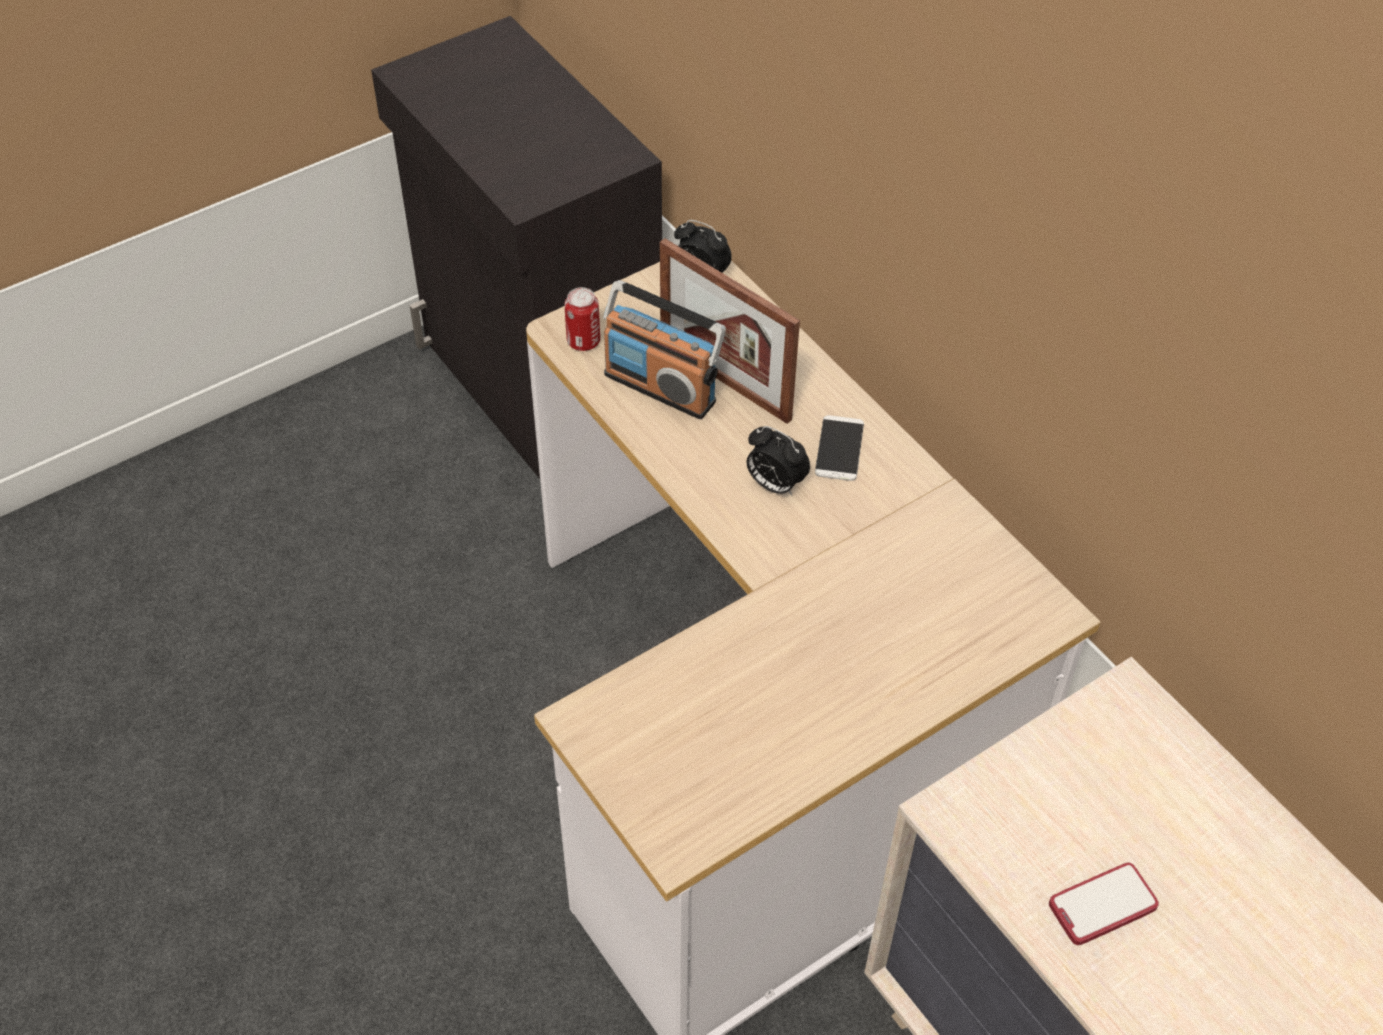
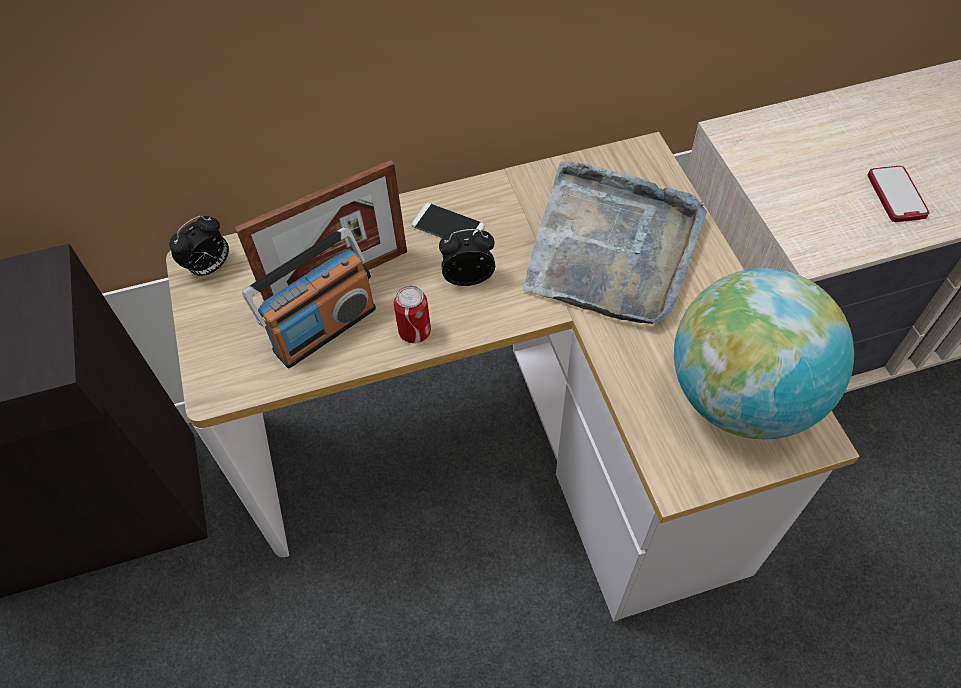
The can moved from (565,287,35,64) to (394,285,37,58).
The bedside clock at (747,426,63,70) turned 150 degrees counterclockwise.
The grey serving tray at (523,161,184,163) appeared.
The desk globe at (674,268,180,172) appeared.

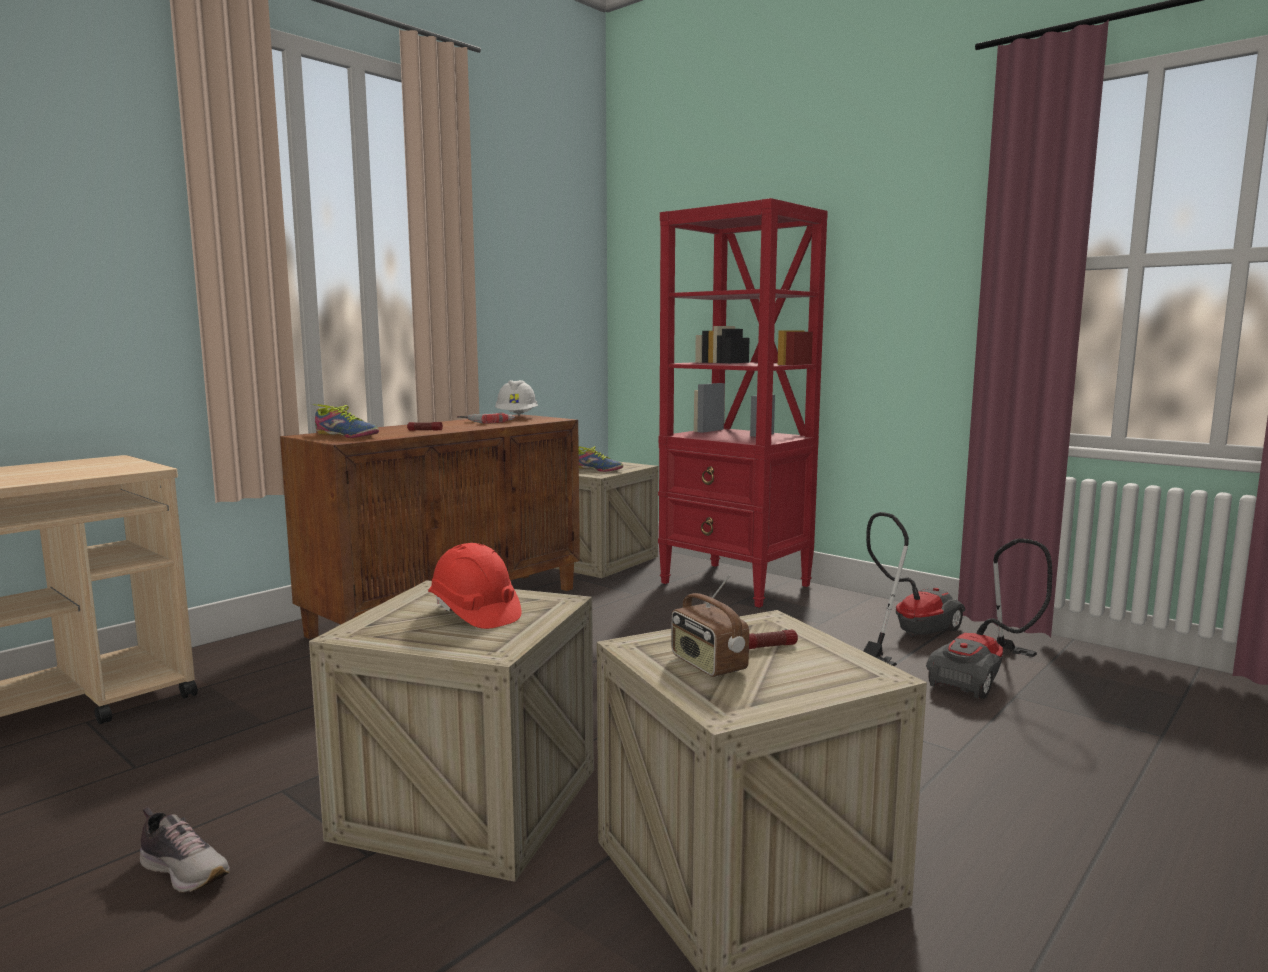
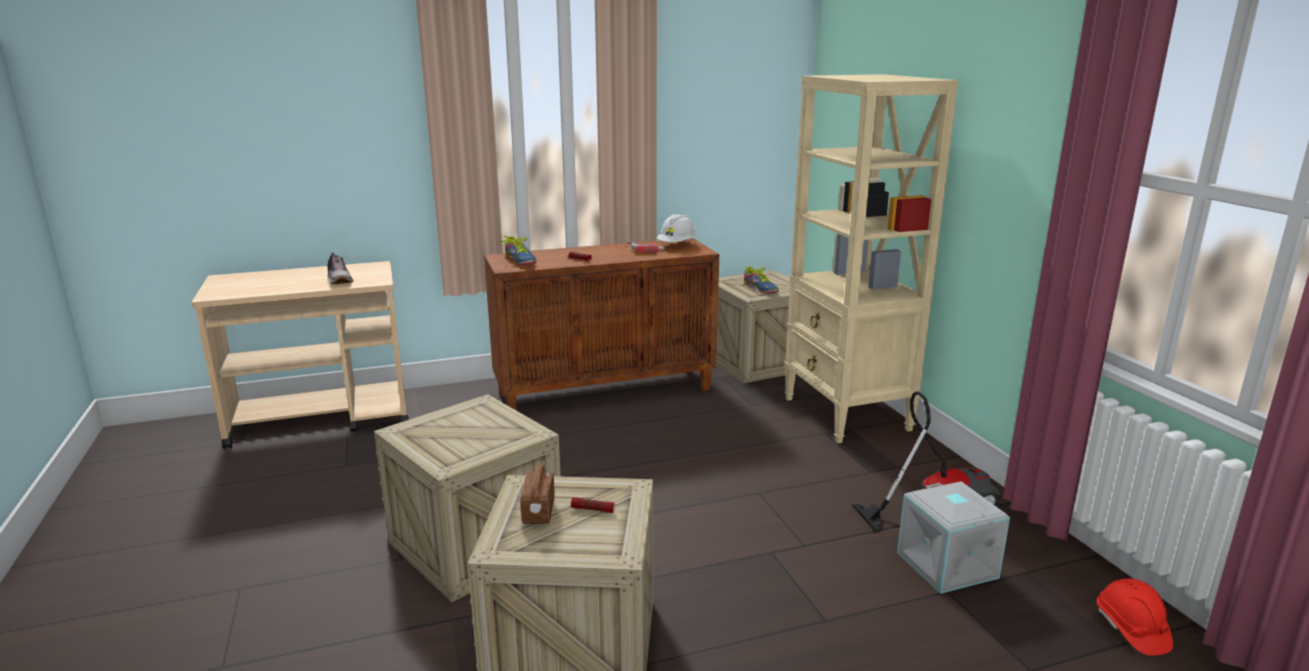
The red-coloured bookcase at (658,198,170,410) became the beige bookcase at (784,74,174,369).
The vacuum at (926,538,126,161) was replaced by the grey storage box at (897,481,113,113).
The red-coloured safety helmet moved from (428,543,94,86) to (1097,578,76,78).
The low shoe moved from (140,807,90,86) to (327,253,26,31).

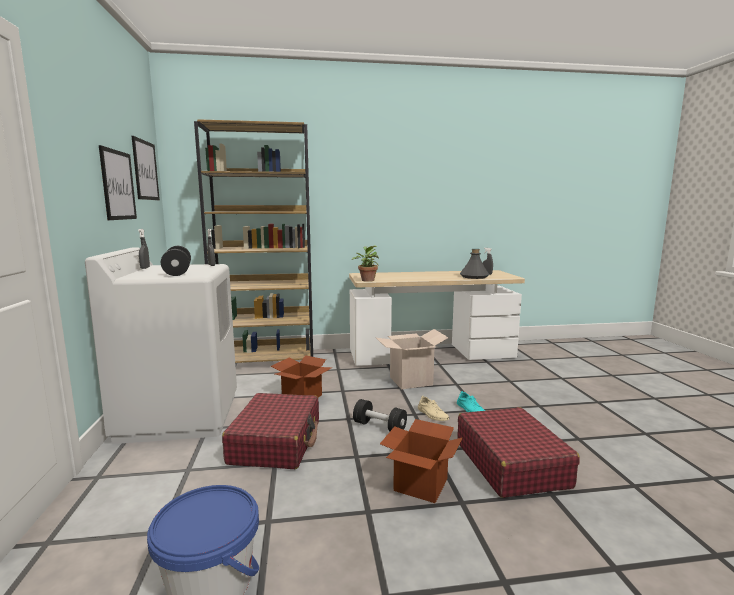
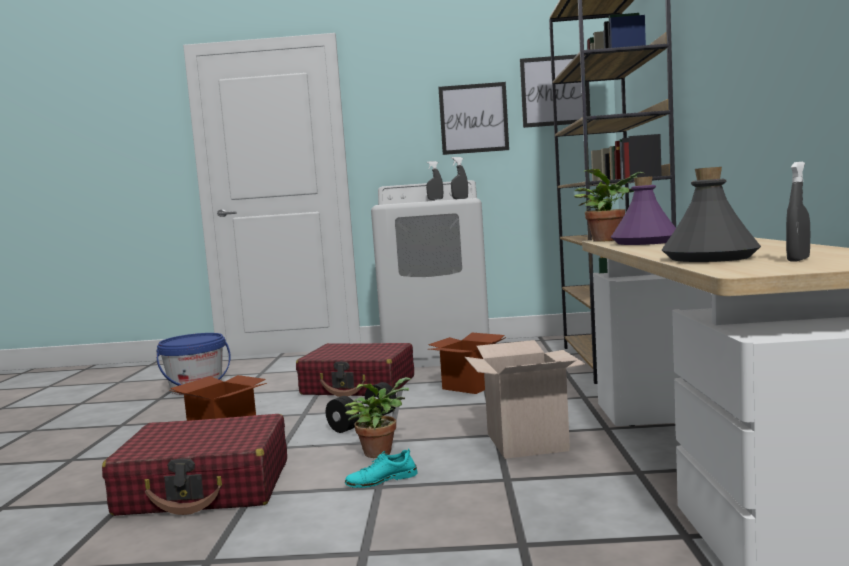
The blackish free weight at (161,246,30,30) disappeared.
The beige low shoe at (418,395,31,26) was replaced by the plant in a pot at (345,377,66,81).
The purple-coloured drink bottle at (611,176,65,69) appeared.

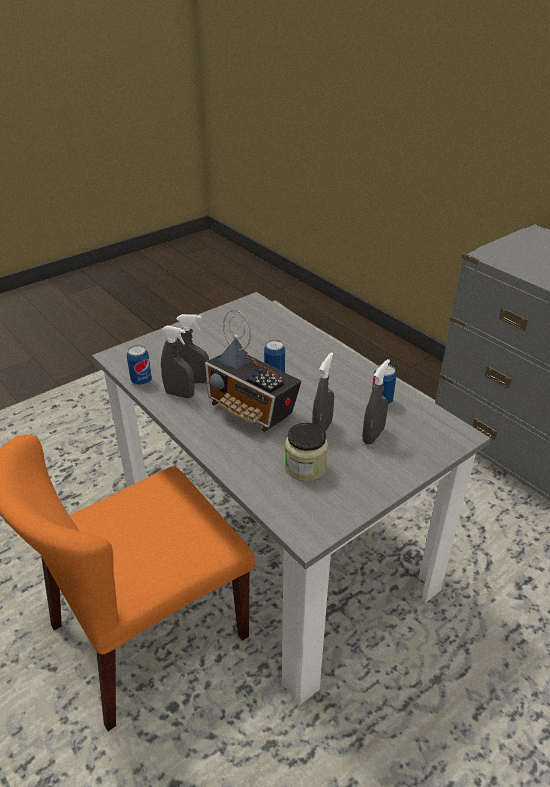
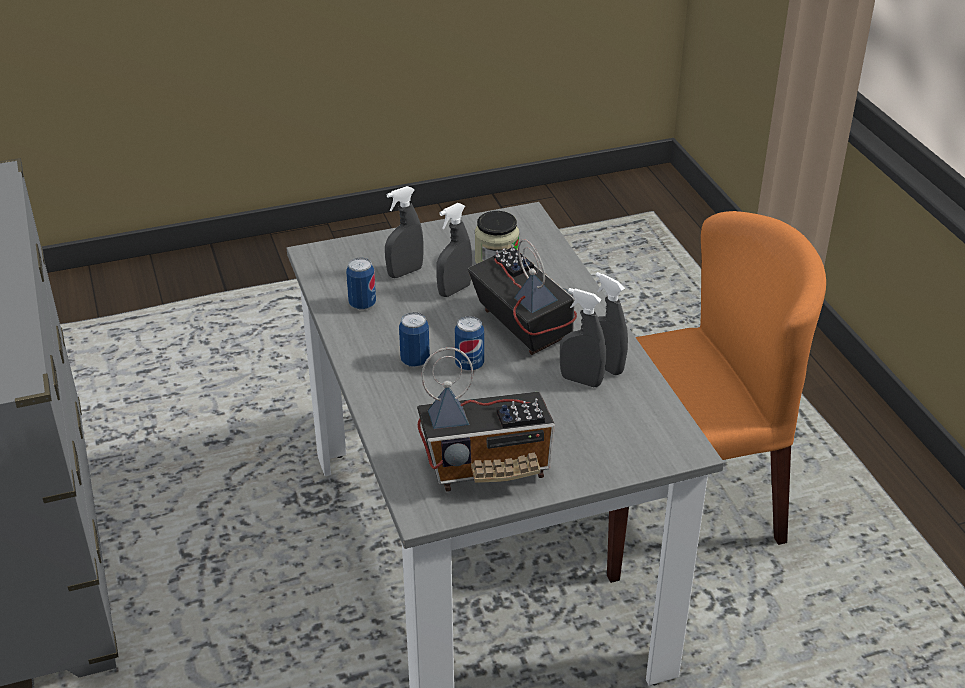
The can moved from (127,345,25,41) to (399,312,31,55).
The radio receiver at (417,347,138,145) appeared.

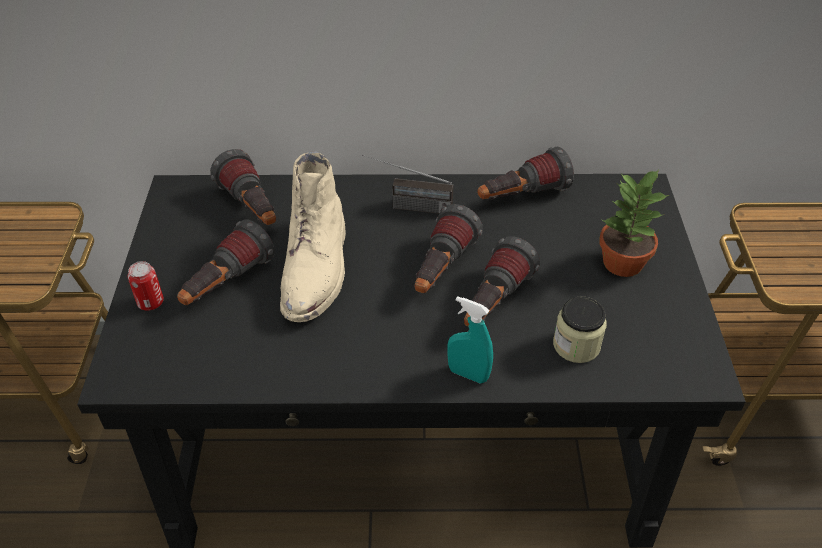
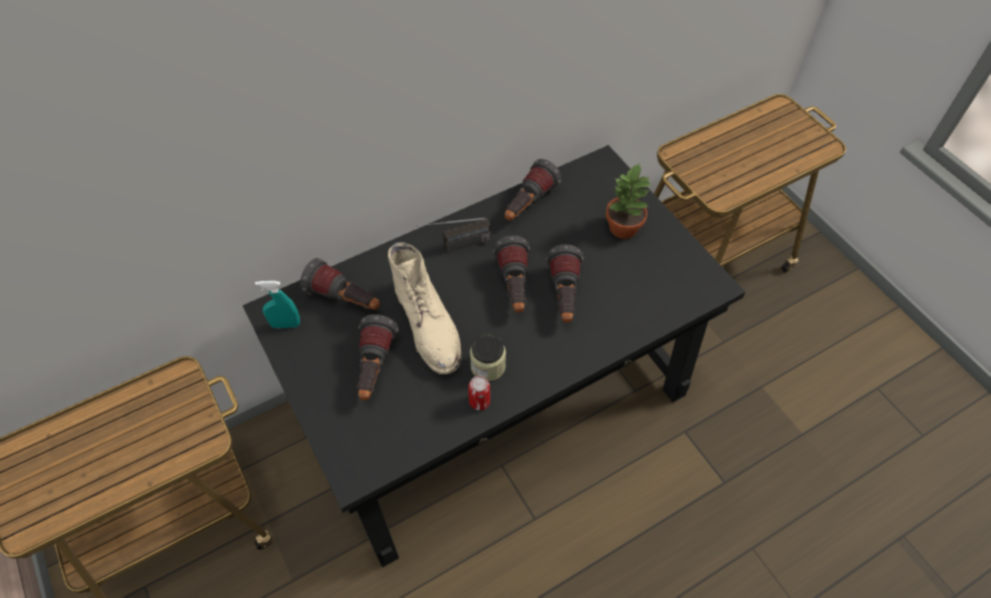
The can moved from (128,261,36,50) to (468,376,22,34).
The turquoise hand sprayer moved from (448,296,45,87) to (255,281,45,47).
The jar moved from (553,296,54,67) to (470,334,36,47).

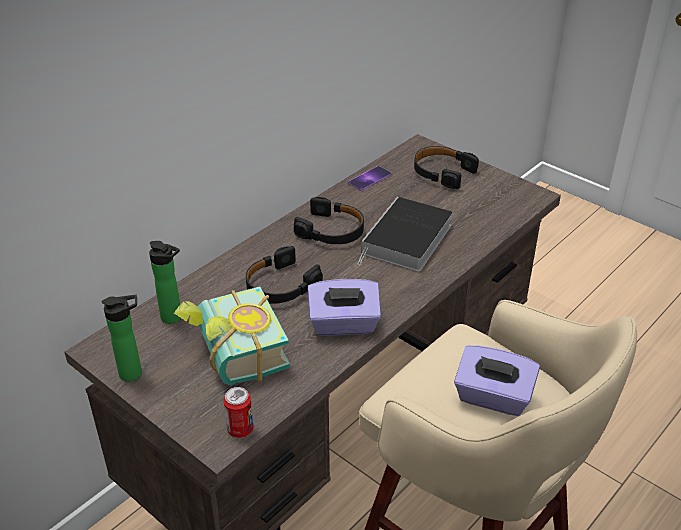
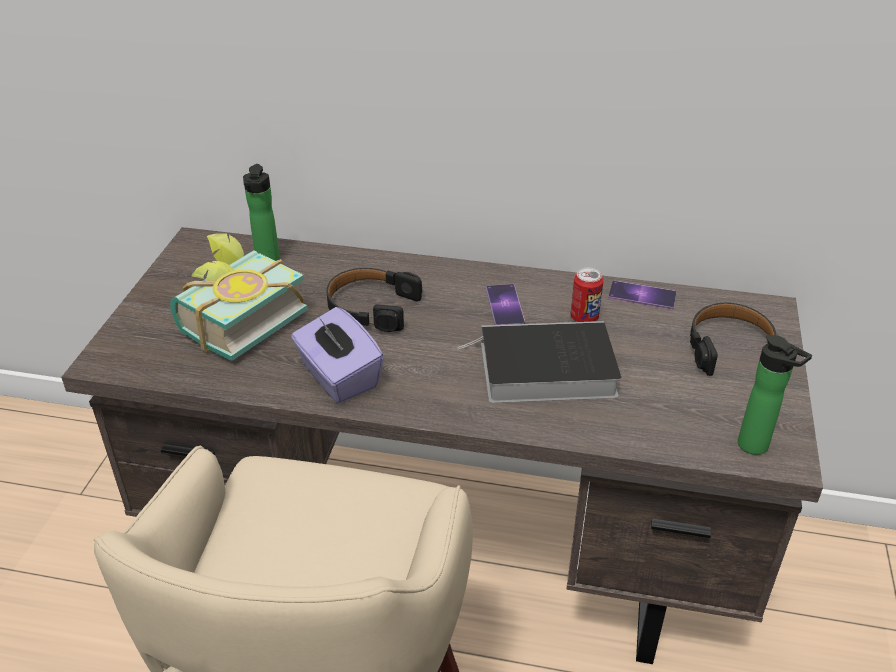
The blackish pair of headphones at (294,197,70,47) was replaced by the phone at (486,284,39,41).
The drink bottle moved from (102,295,40,87) to (738,335,74,120).
The purple-coloured box of tissues at (454,346,86,70) disappeared.
The can moved from (223,387,30,51) to (570,268,34,54).

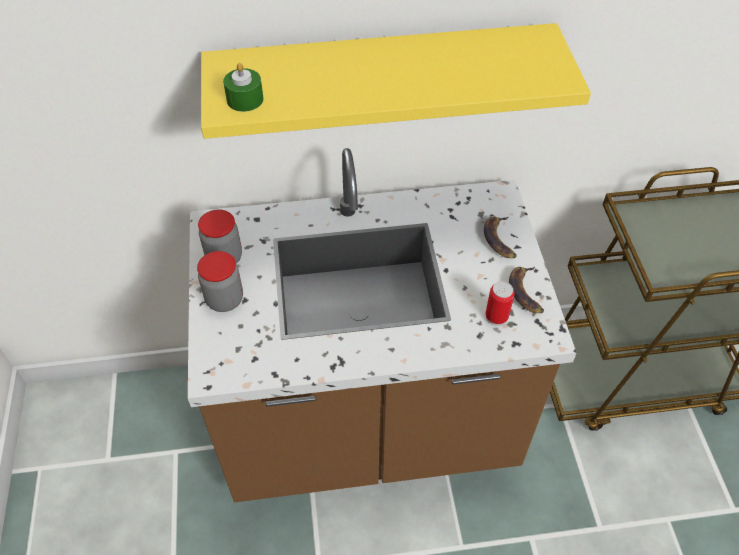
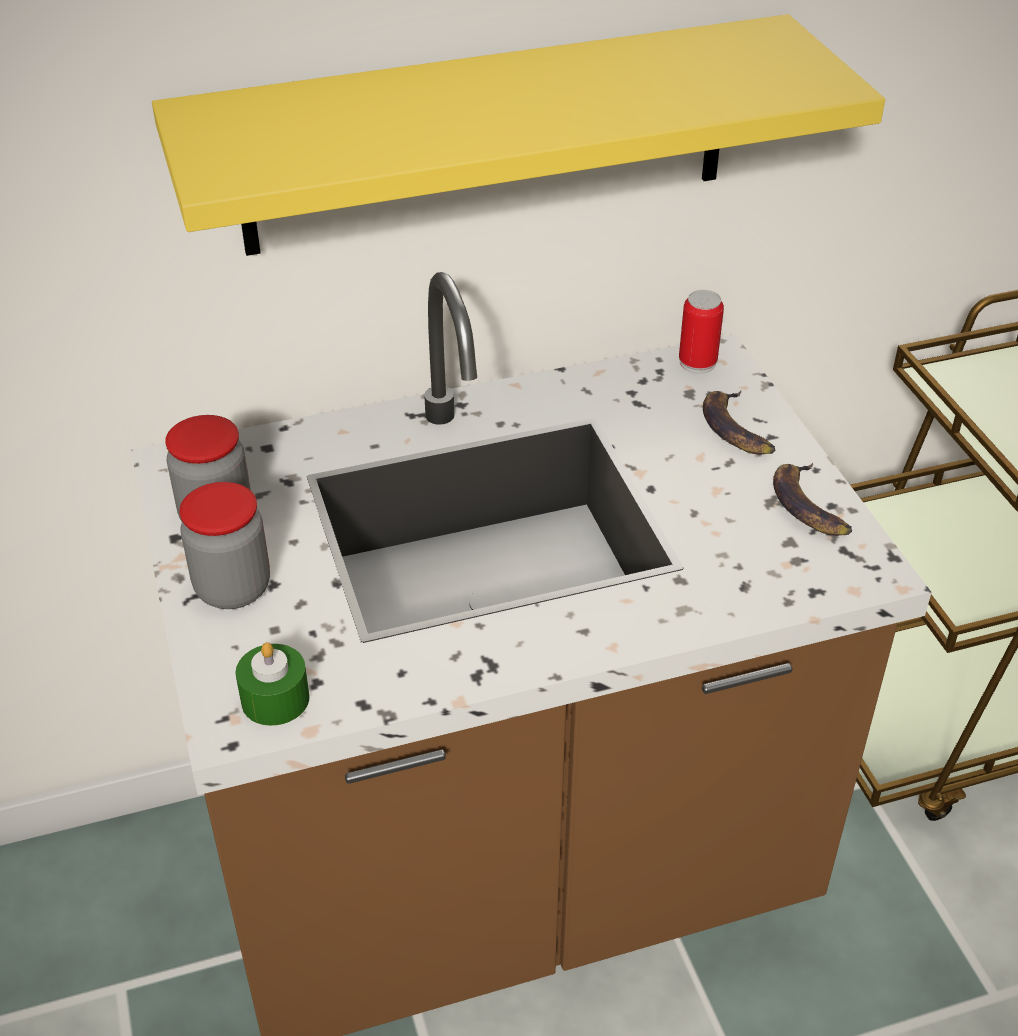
The green wax candle moved from (223,63,40,49) to (235,642,75,84).
The can moved from (485,281,30,45) to (679,290,45,83).

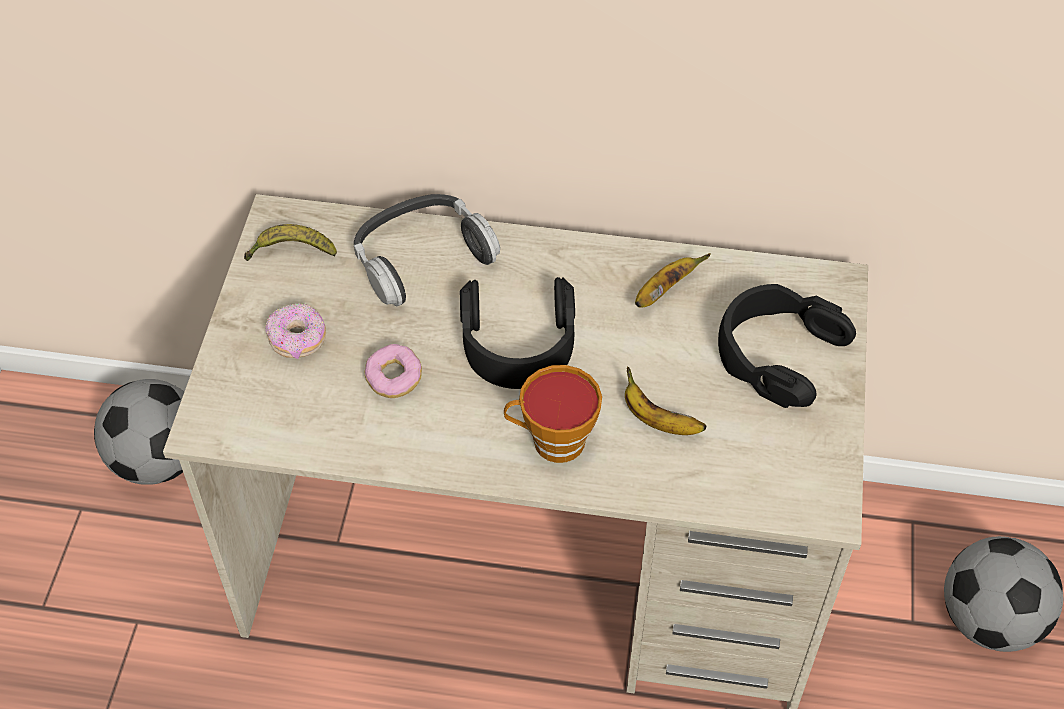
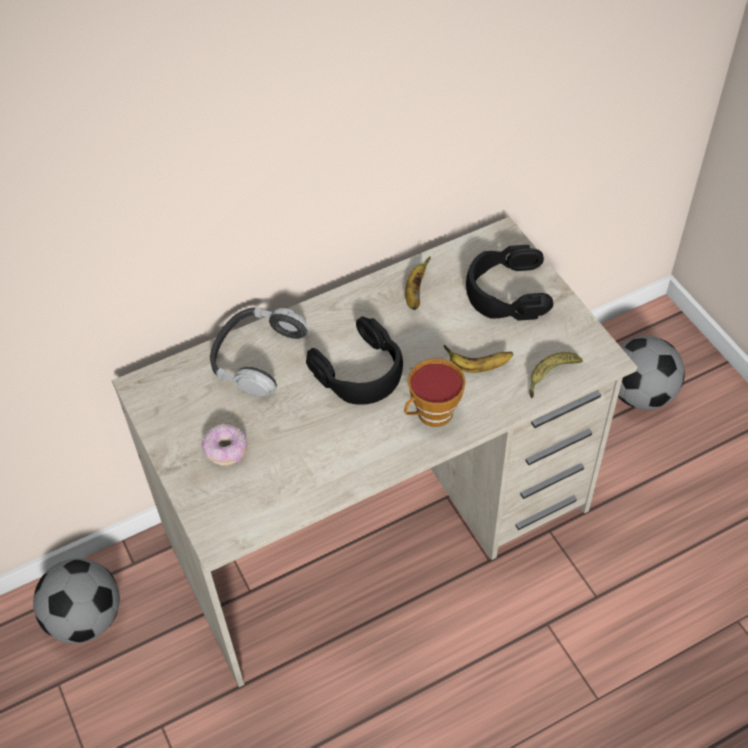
The banana moved from (244,224,93,37) to (529,352,54,46).
The ring doughnut at (364,344,58,54) disappeared.

